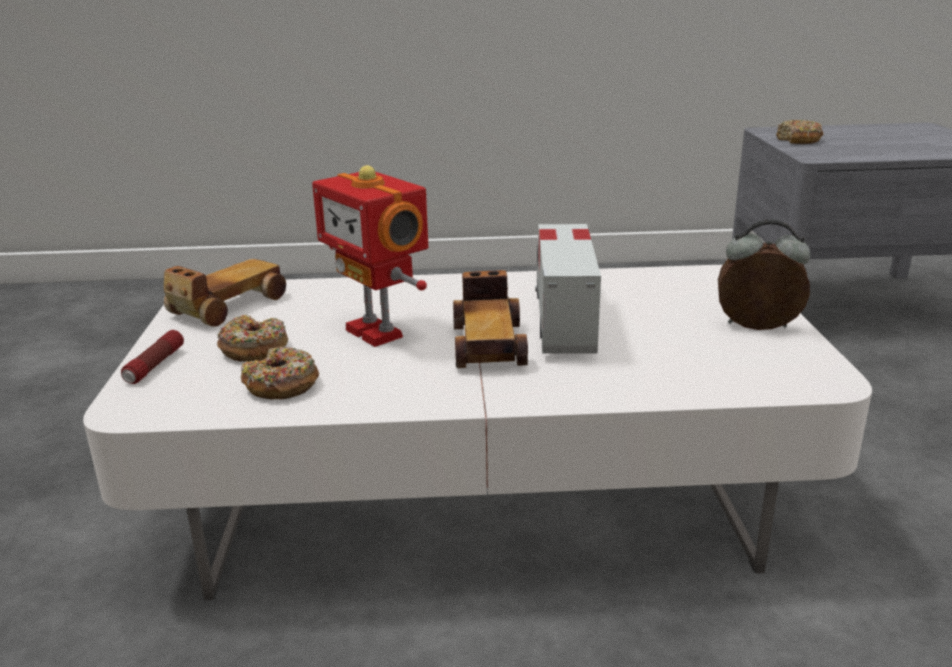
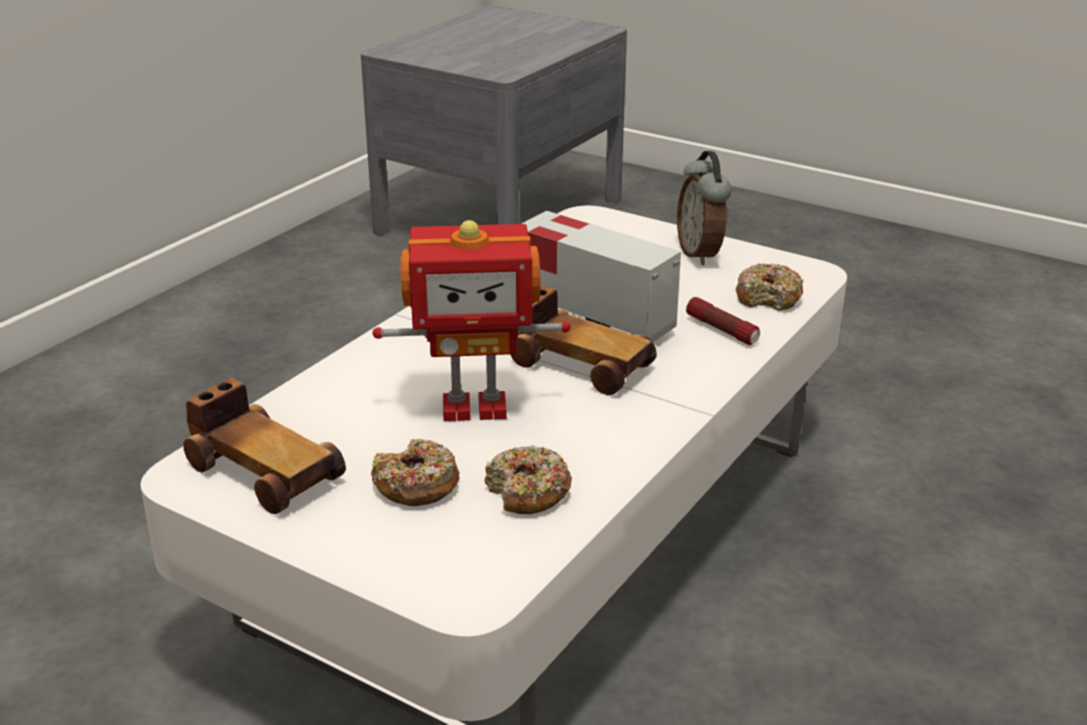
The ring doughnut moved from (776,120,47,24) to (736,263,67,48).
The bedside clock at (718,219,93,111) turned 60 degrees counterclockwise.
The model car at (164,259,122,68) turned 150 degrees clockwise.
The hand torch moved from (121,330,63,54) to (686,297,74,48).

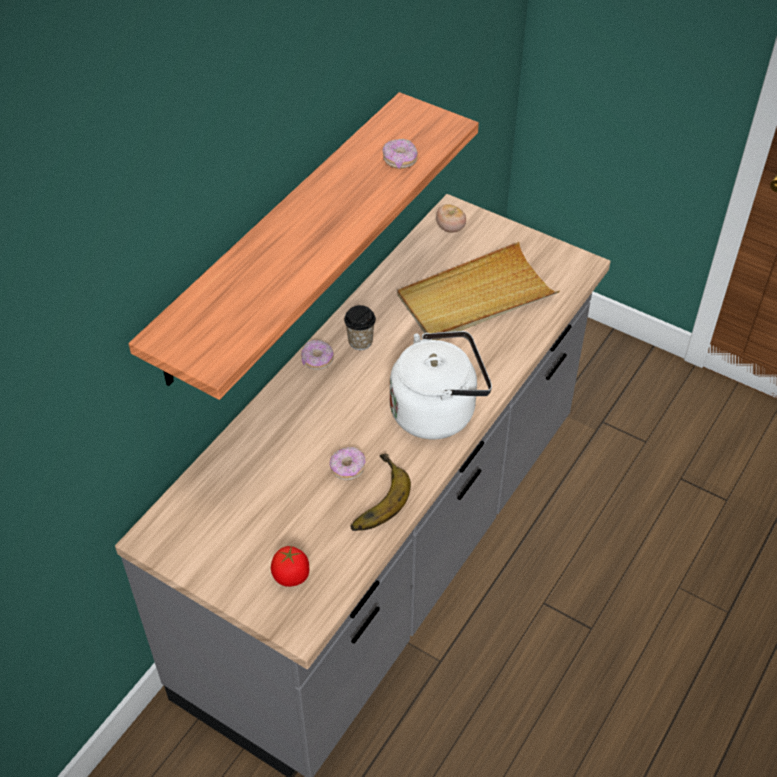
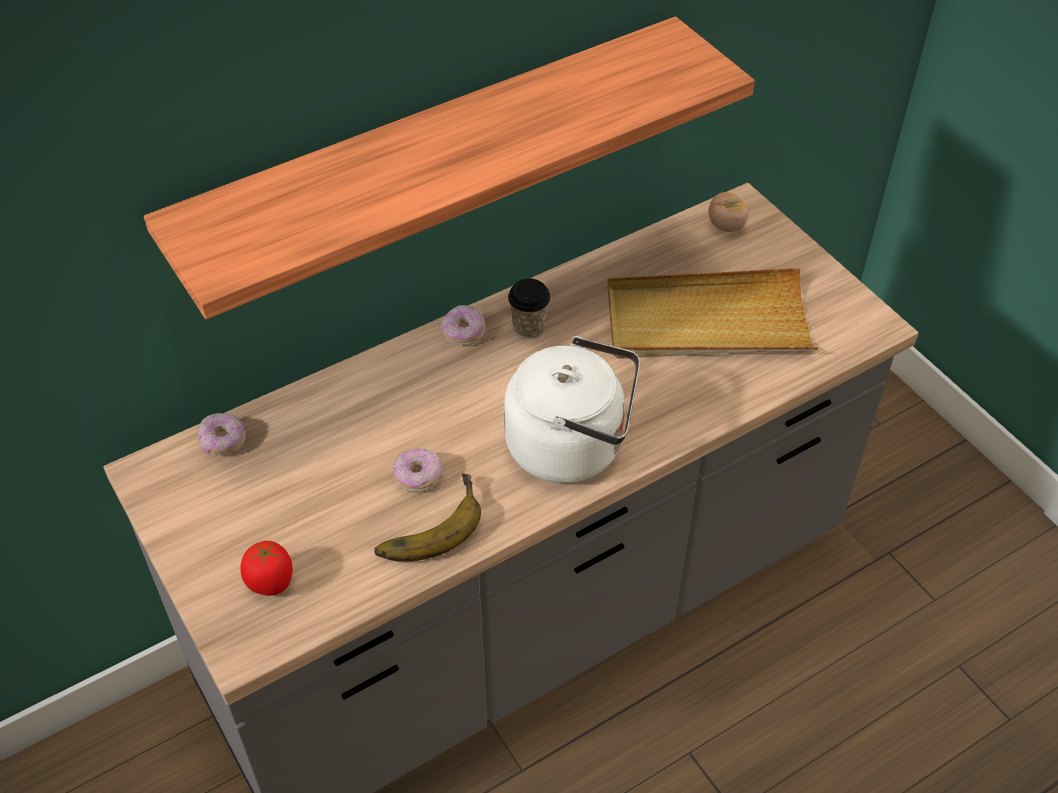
The ring doughnut moved from (382,139,36,30) to (197,413,49,43).

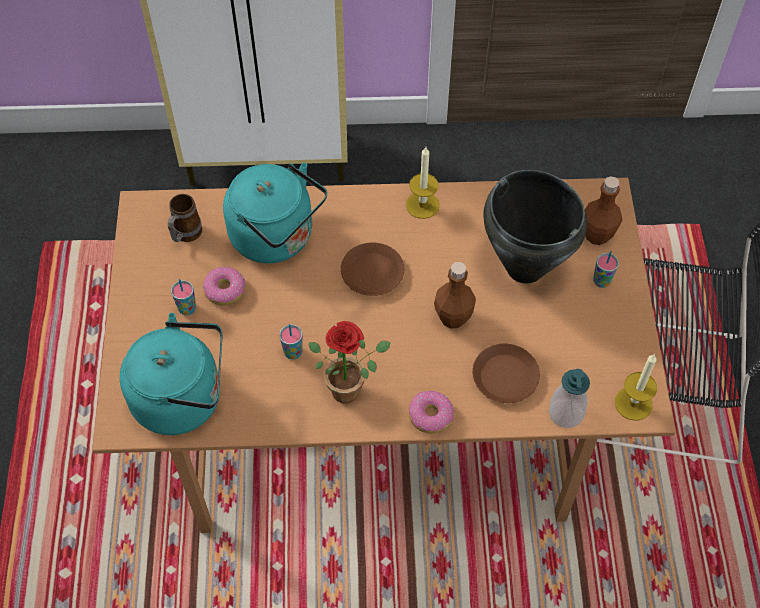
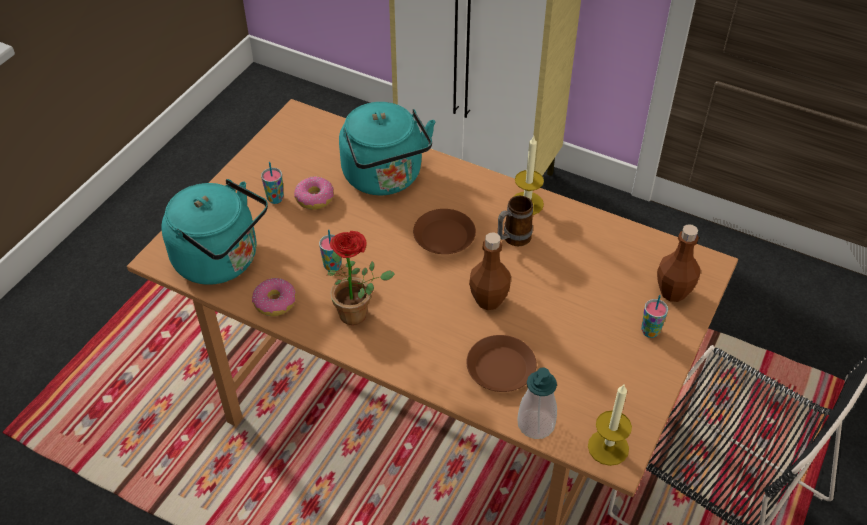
The blackish cooking pot at (483,170,104,114) disappeared.
The mug moved from (168,194,34,48) to (498,196,35,50).
The ring doughnut moved from (409,391,45,43) to (252,278,44,38).

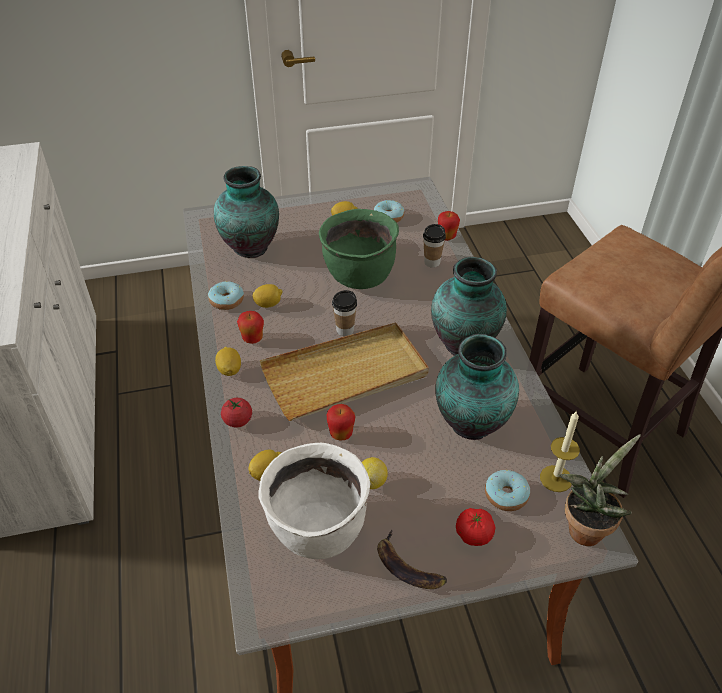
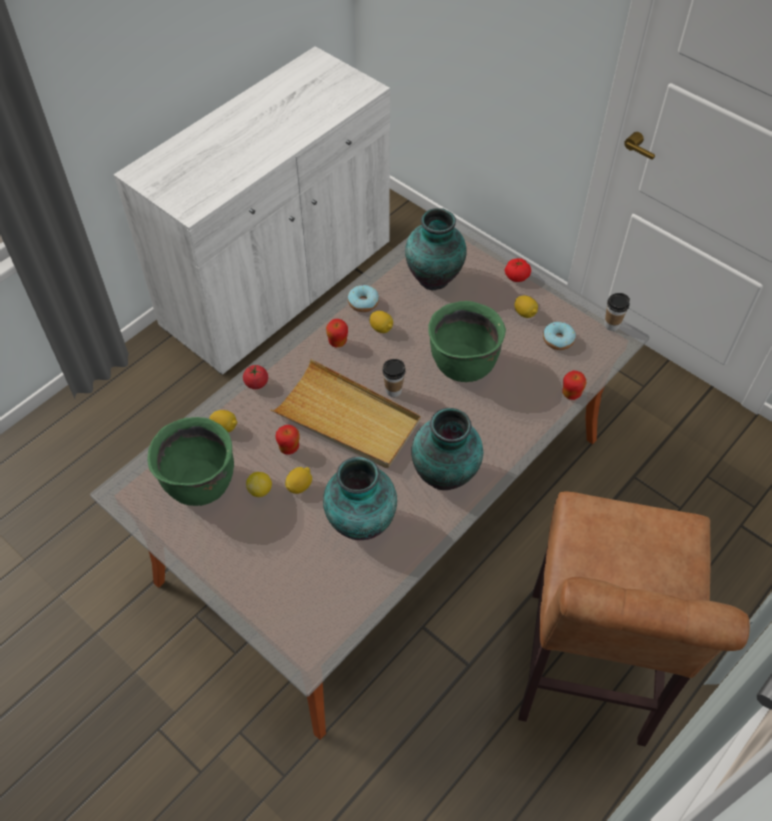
The drinking cup moved from (423,224,23,44) to (604,293,26,38).
The citrus fruit moved from (215,347,26,29) to (285,467,27,27).
The wax candle at (540,410,40,82) disappeared.
The plant in a pot at (558,434,83,112) disappeared.
The whitish cooking pot at (258,443,113,116) became the green cooking pot at (147,417,87,89).
The ring doughnut at (485,470,45,41) disappeared.
The fresh tomato moved from (456,508,40,38) to (505,258,26,24).
The banana at (377,529,70,60) disappeared.

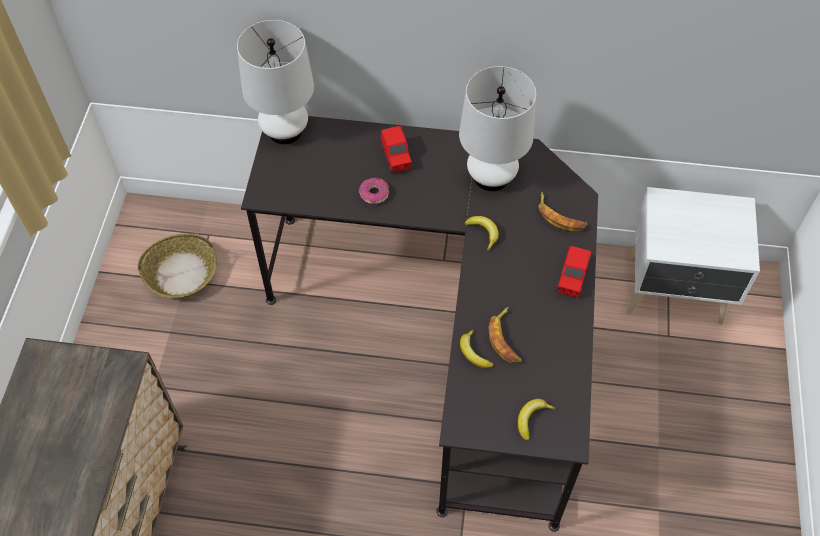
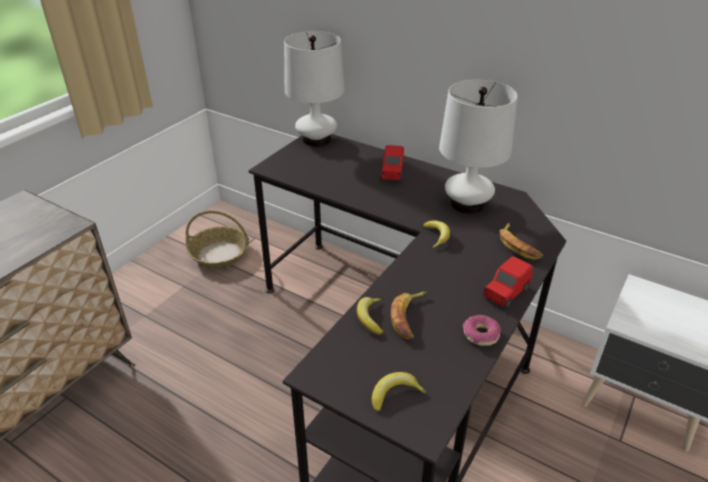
The ring doughnut moved from (359,178,30,26) to (463,315,38,31).

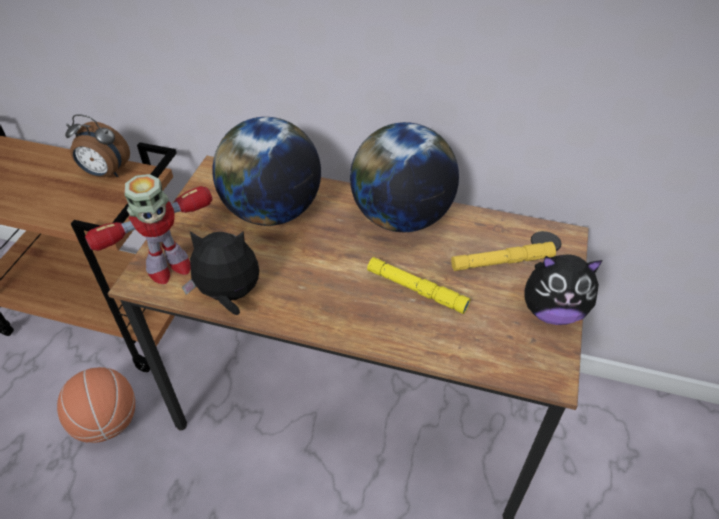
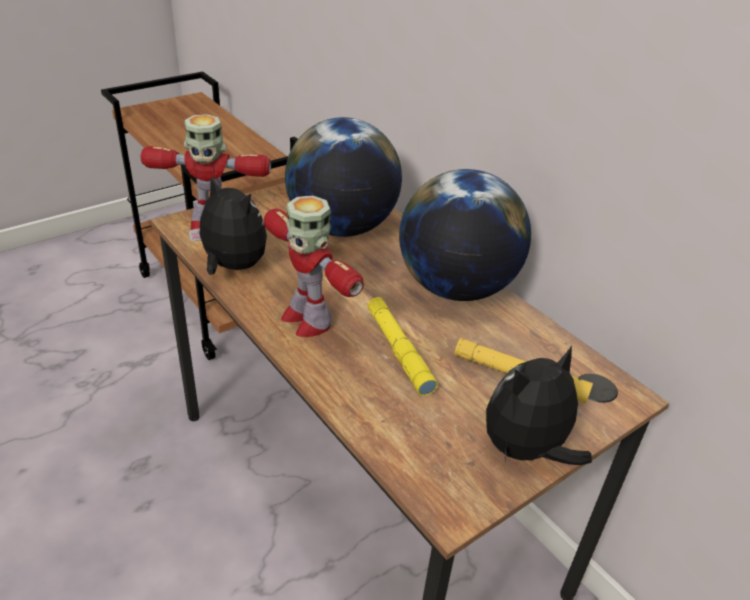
The bedside clock at (65,114,65,63) disappeared.
The plush toy at (524,254,79,71) turned 105 degrees clockwise.
The basketball at (57,367,78,76) disappeared.
The model robot at (264,196,100,141) appeared.

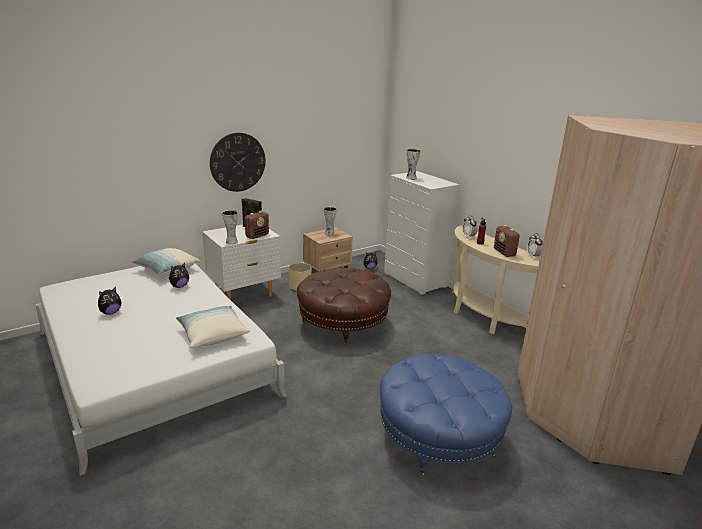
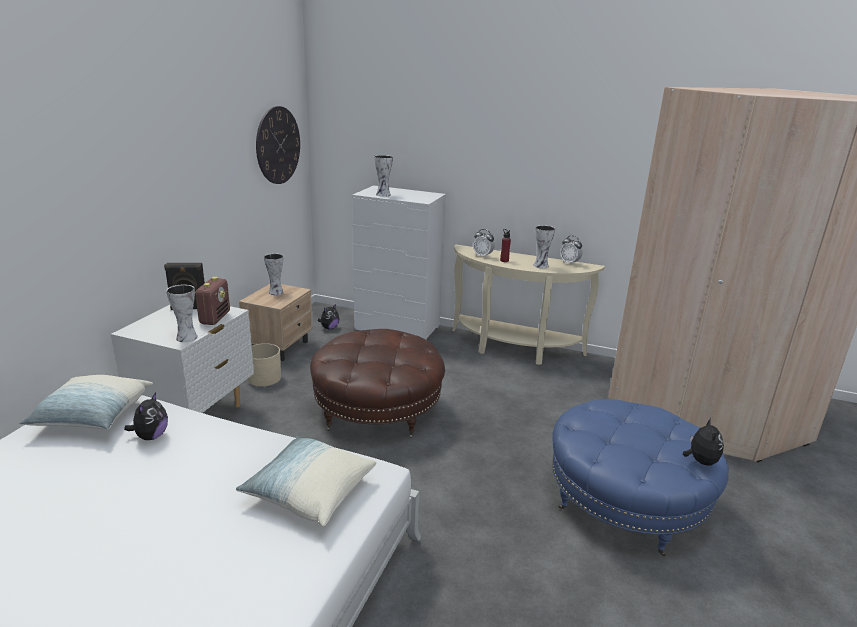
The hanging clock moved from (210,133,56,59) to (256,106,44,78).
The radio receiver at (494,225,27,32) was replaced by the flower vase at (533,225,22,44).
The plush toy moved from (98,287,23,28) to (683,418,41,47).

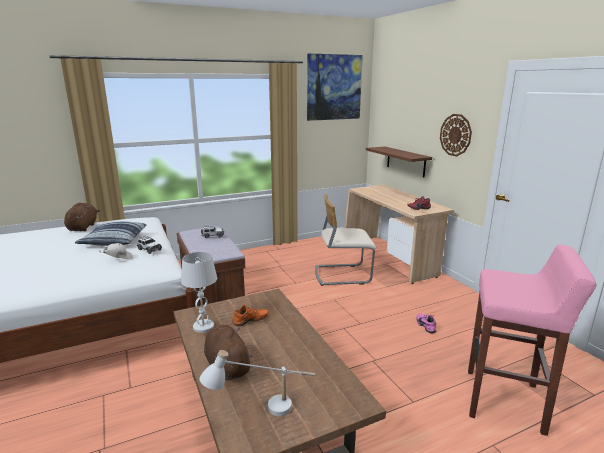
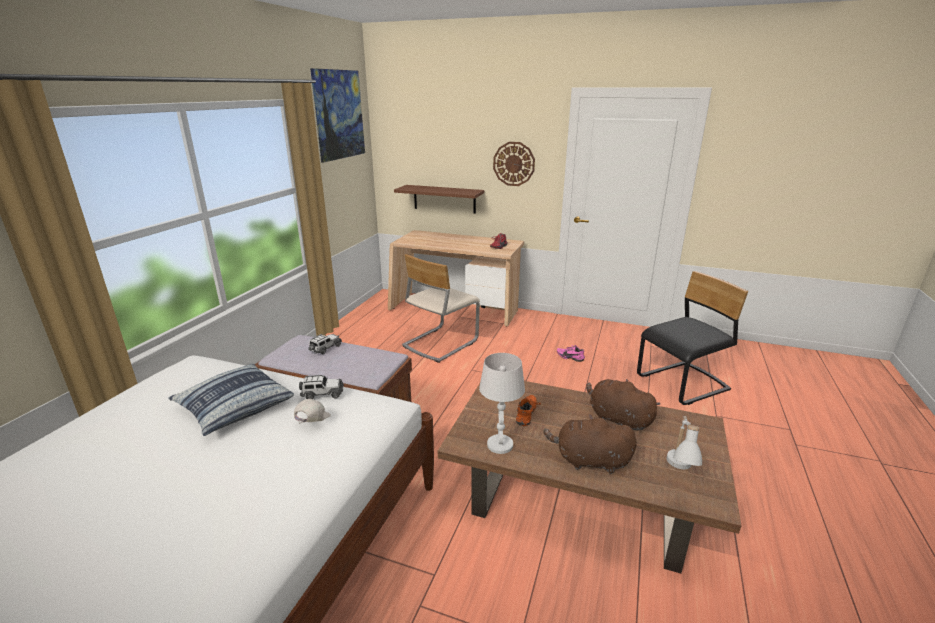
The brown-coloured plush toy moved from (64,203,36,28) to (586,379,74,51).
The pink-coloured stool at (468,245,129,191) was replaced by the blackish chair at (637,271,111,134).

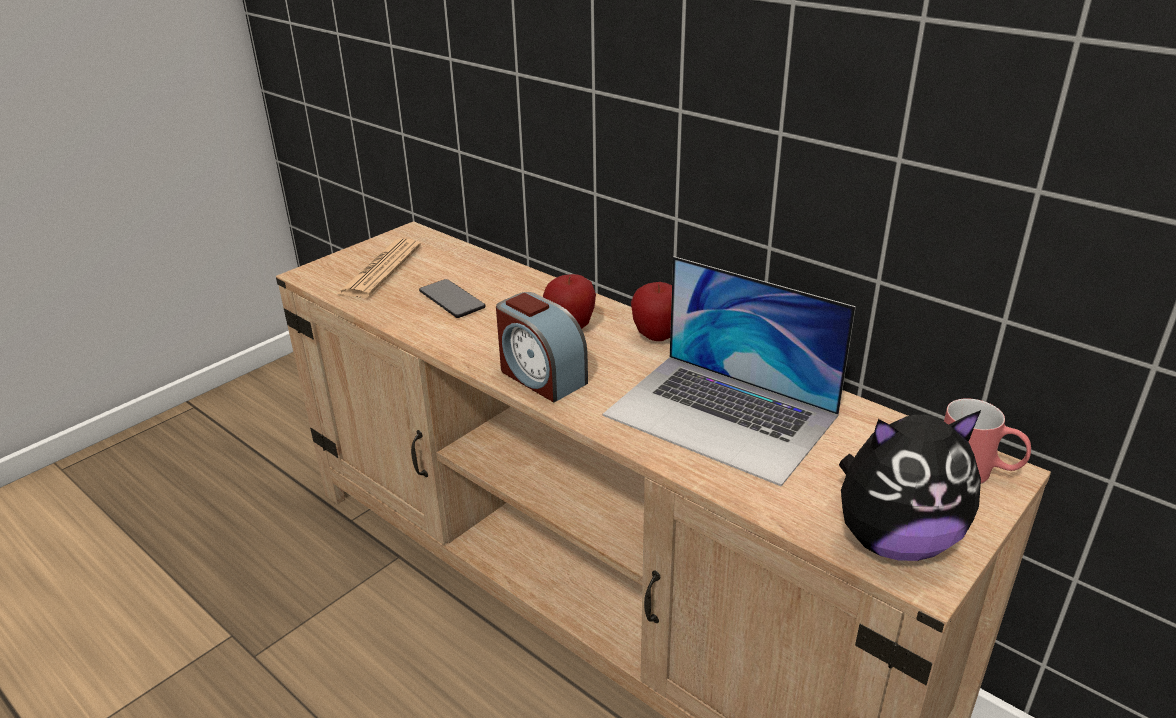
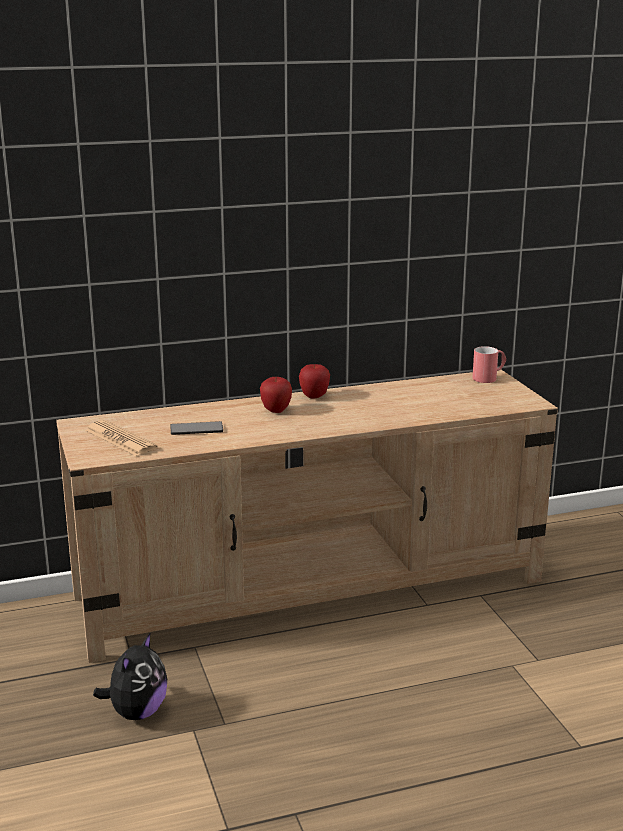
The portable computer at (603,256,253,230) disappeared.
The bedside clock at (496,292,92,110) disappeared.
The plush toy moved from (839,410,142,151) to (93,632,74,88).

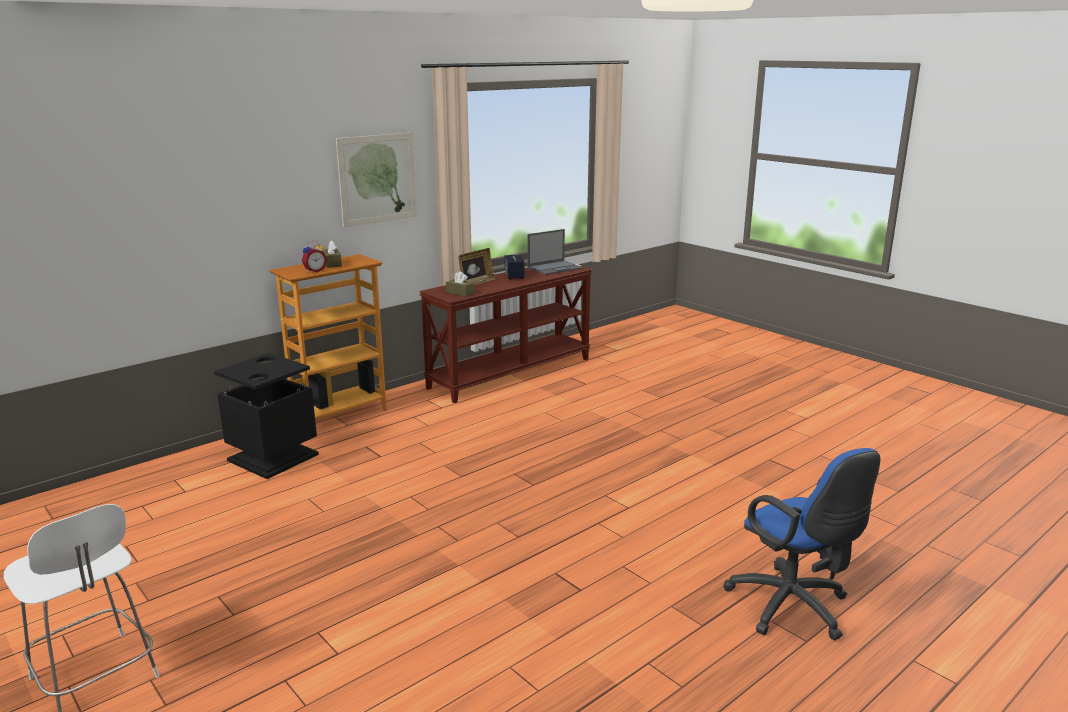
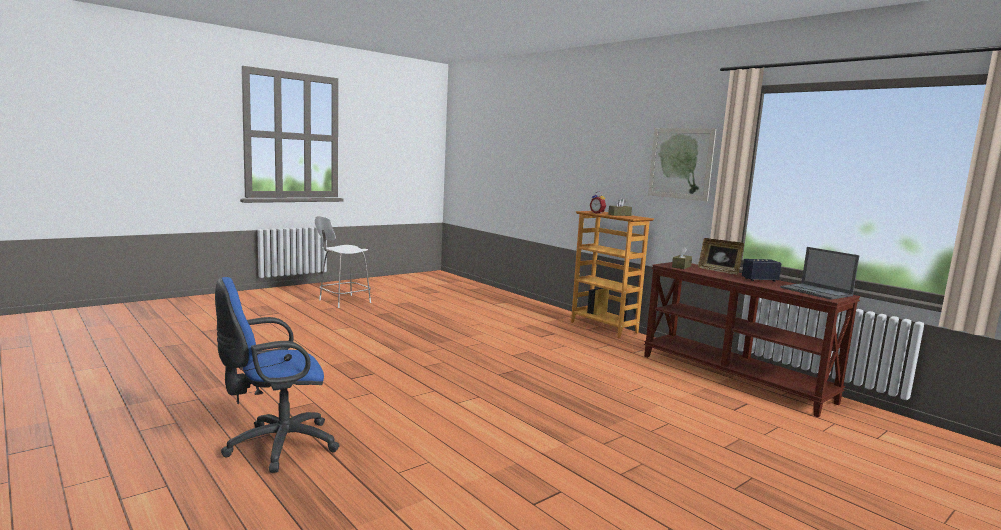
The blackish trash can at (214,353,105,126) disappeared.

